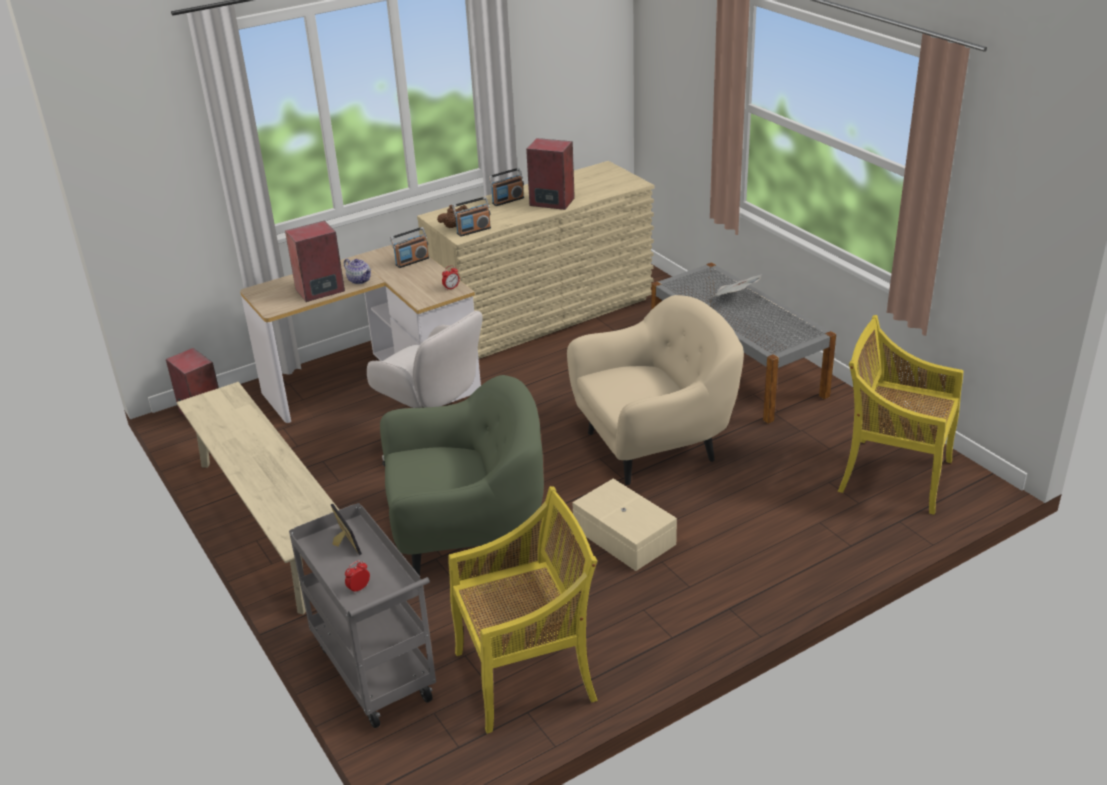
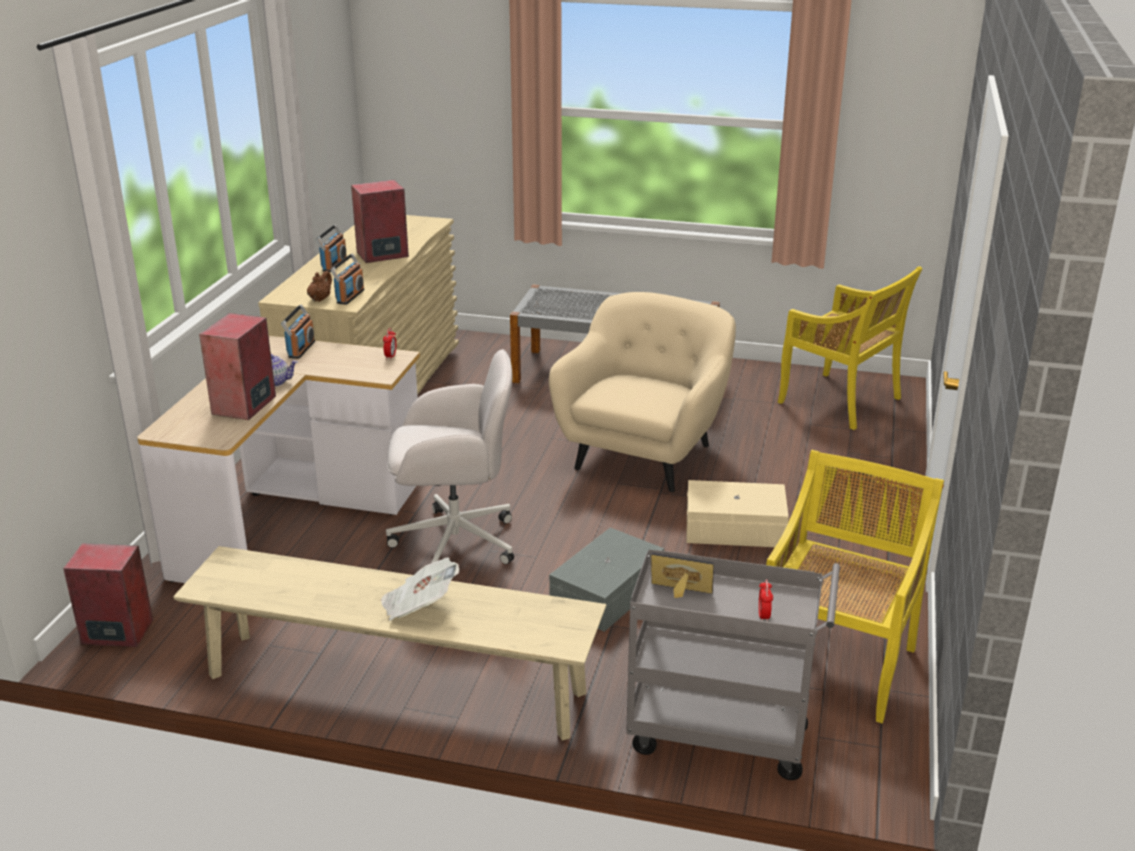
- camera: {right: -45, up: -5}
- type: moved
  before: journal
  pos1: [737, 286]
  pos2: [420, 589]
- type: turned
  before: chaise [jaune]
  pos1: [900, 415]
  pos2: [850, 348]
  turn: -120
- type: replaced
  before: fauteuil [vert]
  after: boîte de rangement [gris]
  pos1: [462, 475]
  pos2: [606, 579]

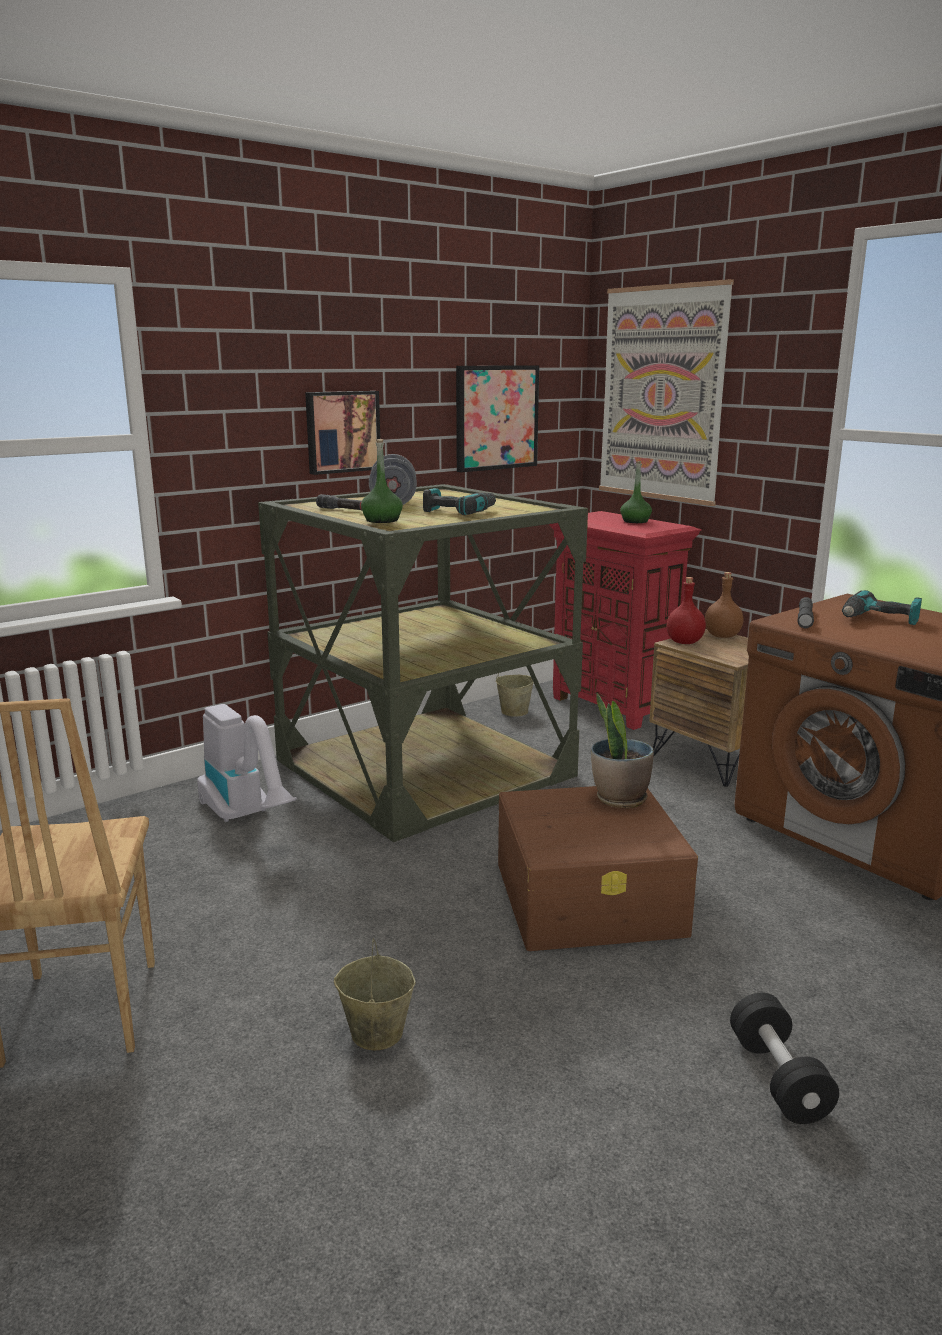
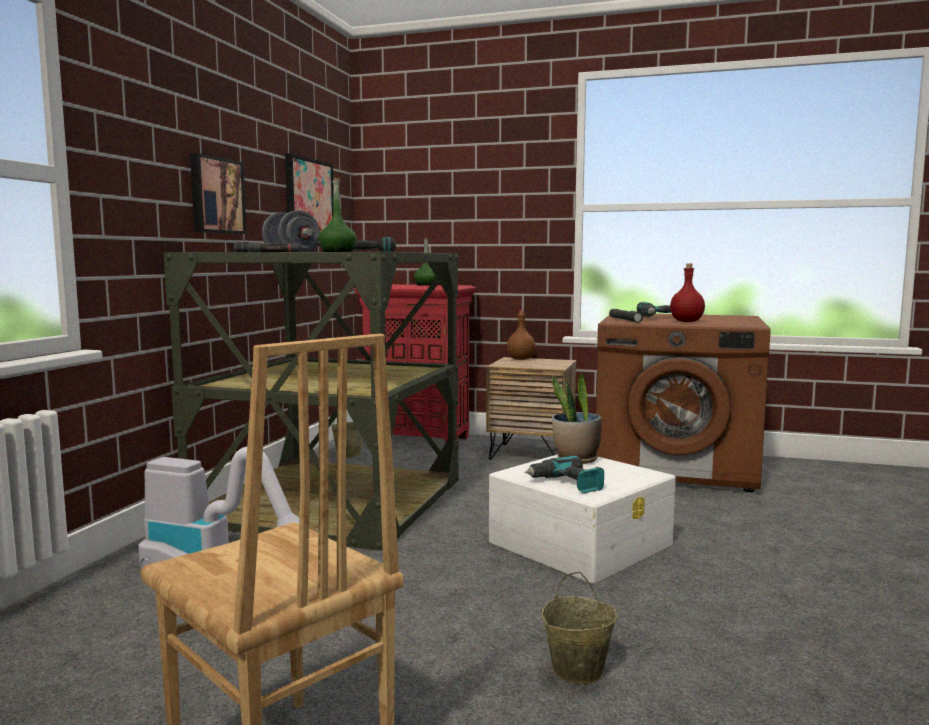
- camera: {right: -35, up: -10}
- type: removed
  before: tableau
  pos1: [666, 392]
- type: moved
  before: bouteille [rouge]
  pos1: [686, 610]
  pos2: [687, 292]
- type: recoloured
  before: boîte de rangement [marron]
  after: boîte de rangement [blanc]
  pos1: [598, 868]
  pos2: [582, 519]
- type: removed
  before: haltère [noir]
  pos1: [784, 1058]
- type: added
  after: perceuse
  pos2: [564, 474]

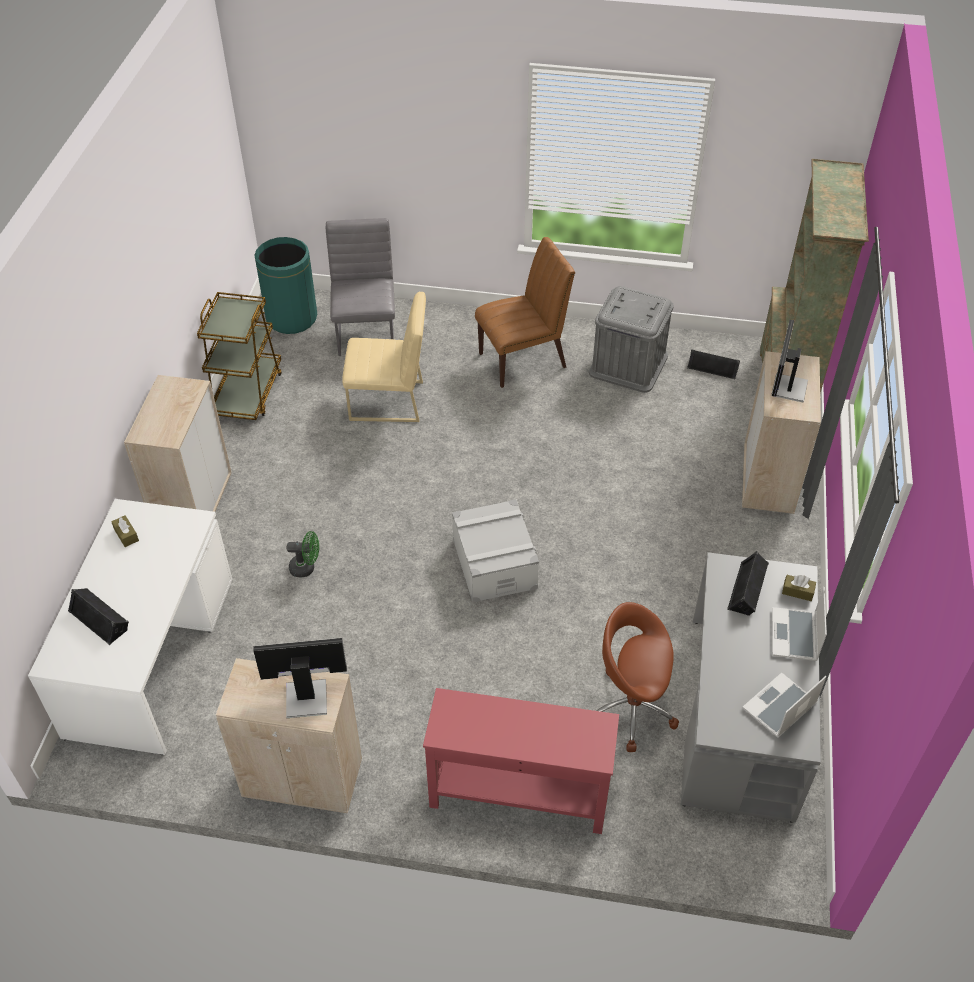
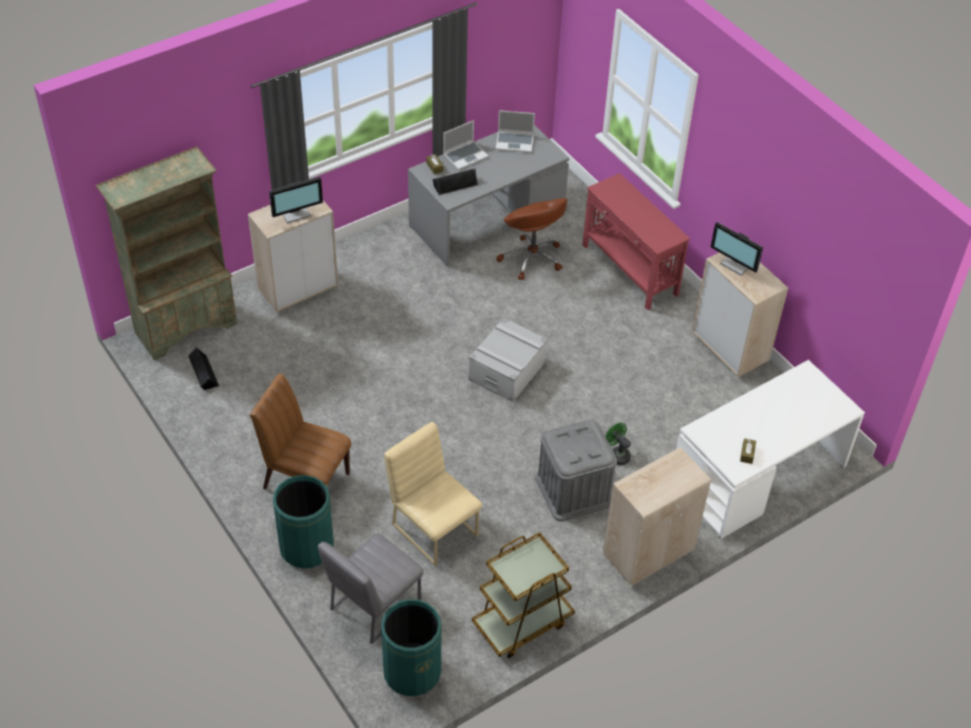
- camera: {right: -135, up: 0}
- type: moved
  before: boîte de rangement [gris]
  pos1: [631, 339]
  pos2: [576, 470]
- type: removed
  before: enceinte [noir]
  pos1: [98, 616]
- type: added
  after: poubelle [vert]
  pos2: [303, 521]

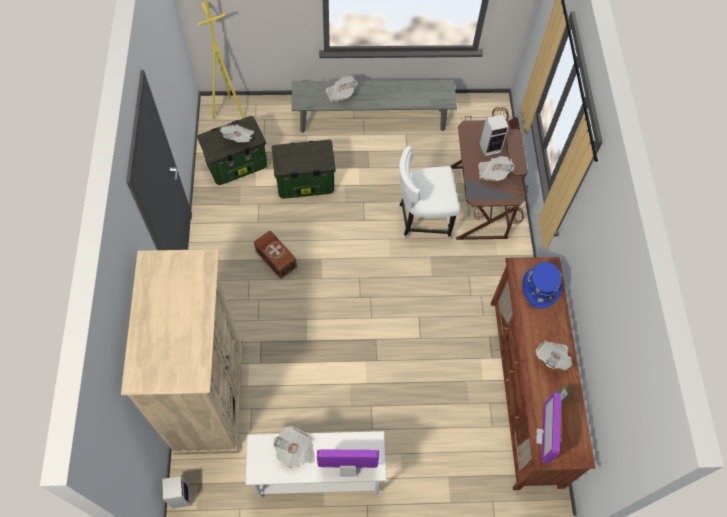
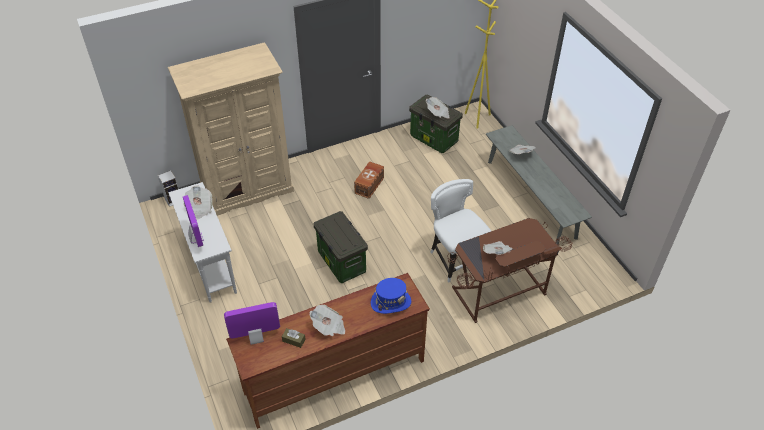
- camera: {right: 70, up: -15}
- type: removed
  before: enceinte
  pos1: [494, 135]
- type: moved
  before: boîte de rangement
  pos1: [303, 169]
  pos2: [340, 247]

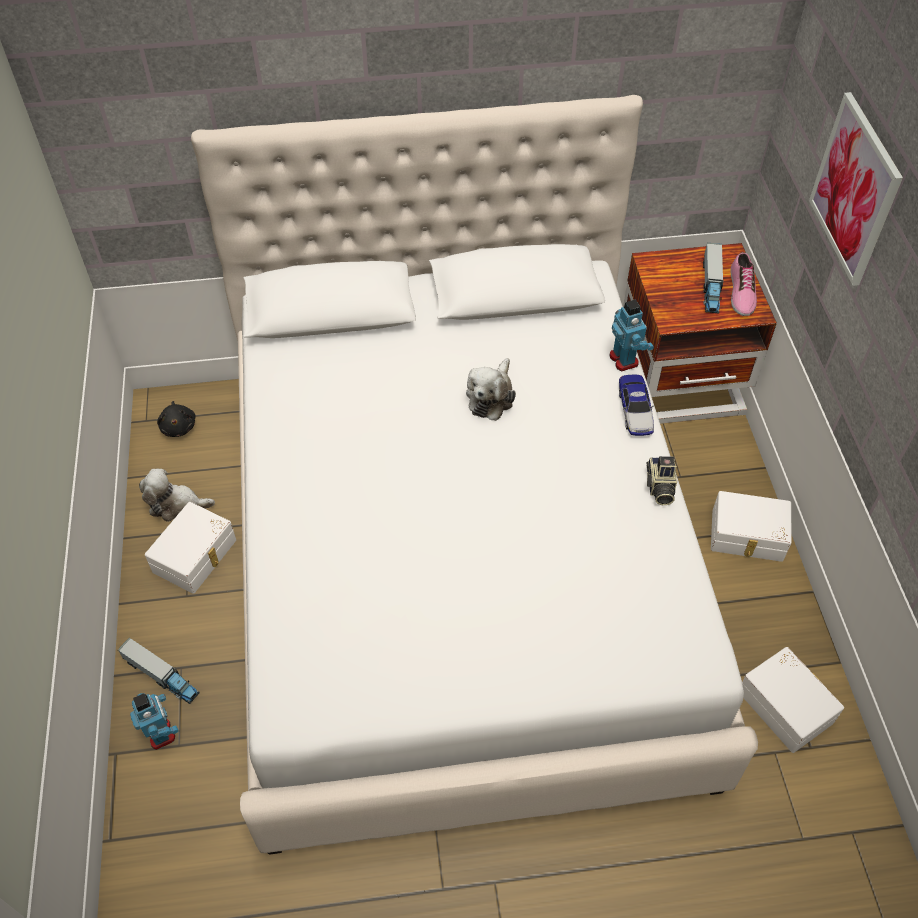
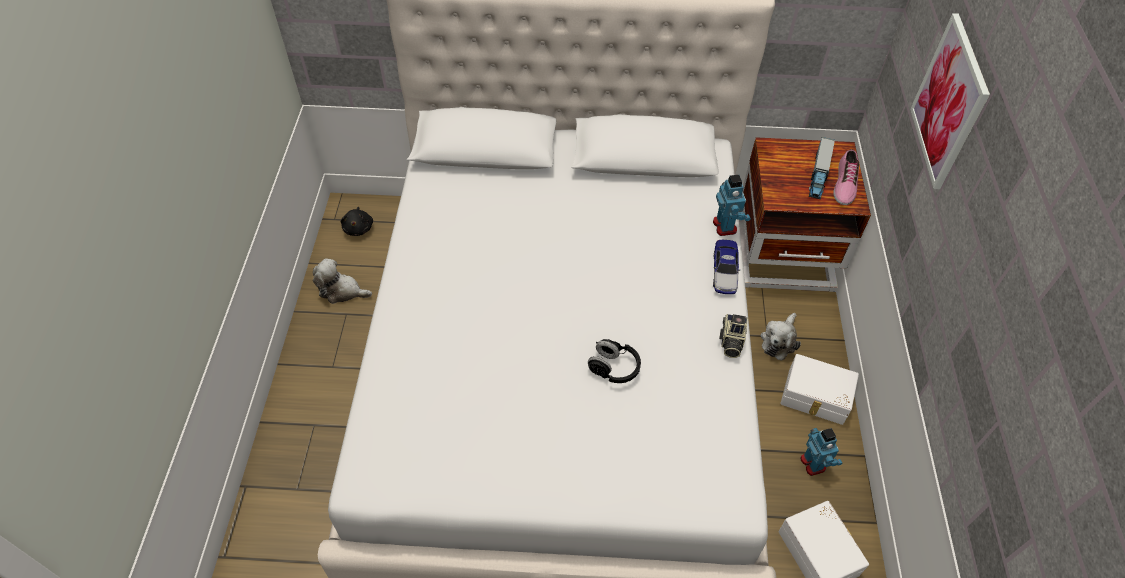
- camera: {right: 10, up: 0}
- type: moved
  before: peluche
  pos1: [491, 389]
  pos2: [780, 337]
- type: removed
  before: boîte de rangement [blanc]
  pos1: [190, 548]
- type: removed
  before: camion jouet
  pos1: [159, 670]
- type: moved
  before: robot jouet
  pos1: [154, 721]
  pos2: [821, 452]
- type: added
  after: casque audio [noir]
  pos2: [614, 361]

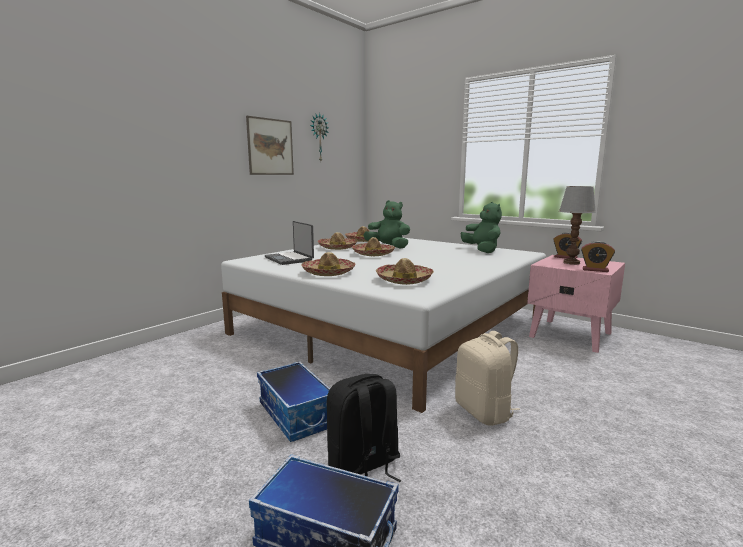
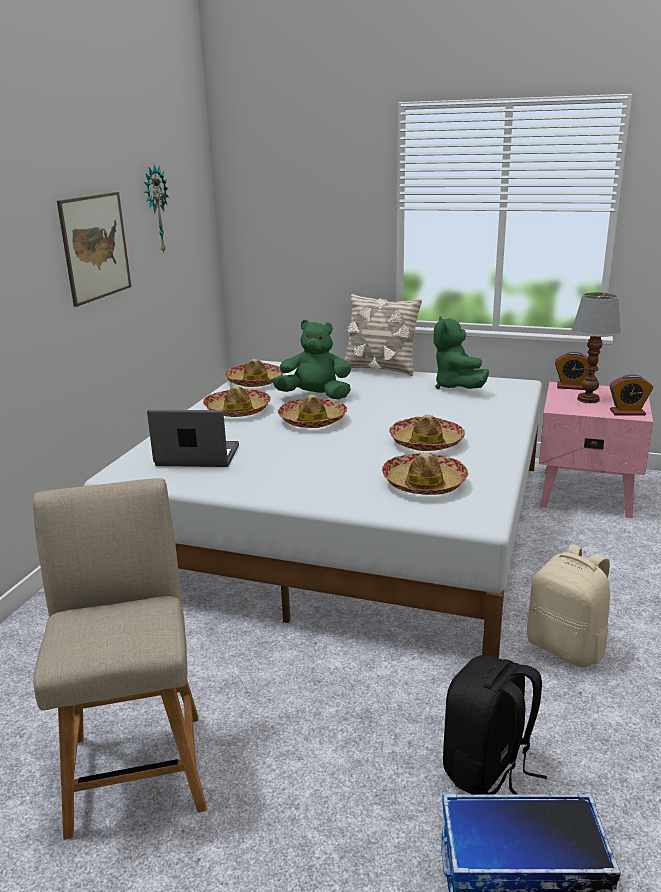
- camera: {right: -20, up: 10}
- type: turned
  before: peluche [vert]
  pos1: [481, 227]
  pos2: [461, 352]
  turn: -150
- type: turned
  before: ordinateur portable
  pos1: [289, 243]
  pos2: [193, 438]
  turn: 150
- type: moved
  before: chapeau
  pos1: [328, 264]
  pos2: [427, 432]
- type: removed
  before: boîte de rangement
  pos1: [293, 401]
- type: added
  after: coussin [beige]
  pos2: [383, 335]
- type: added
  after: chaise [beige]
  pos2: [120, 659]

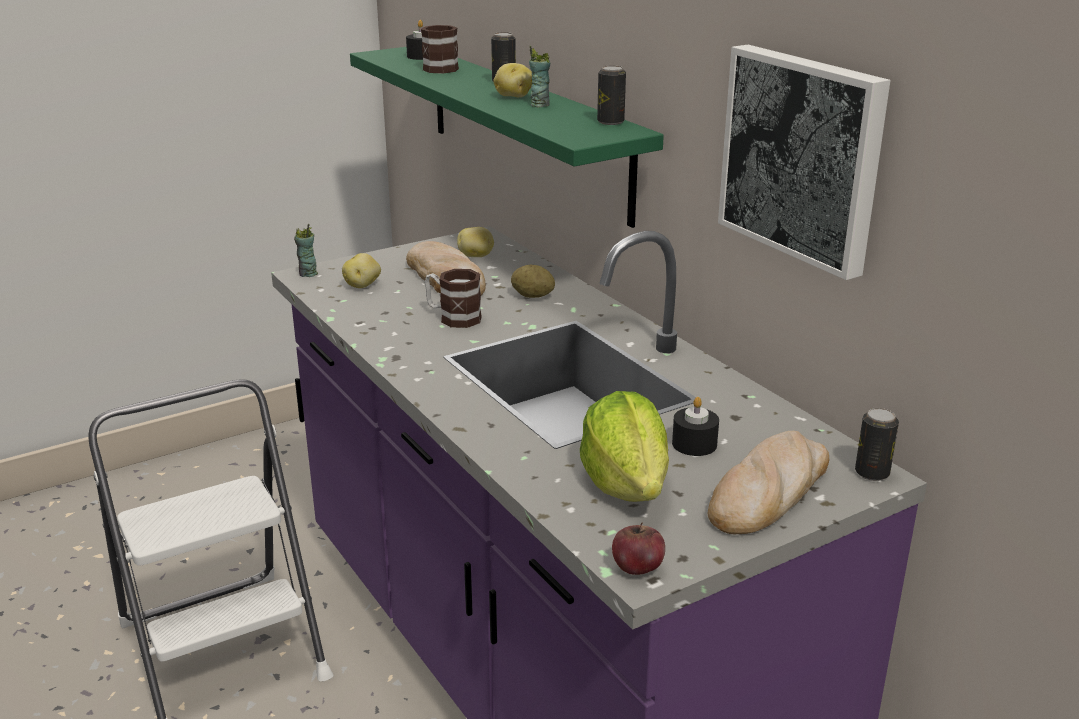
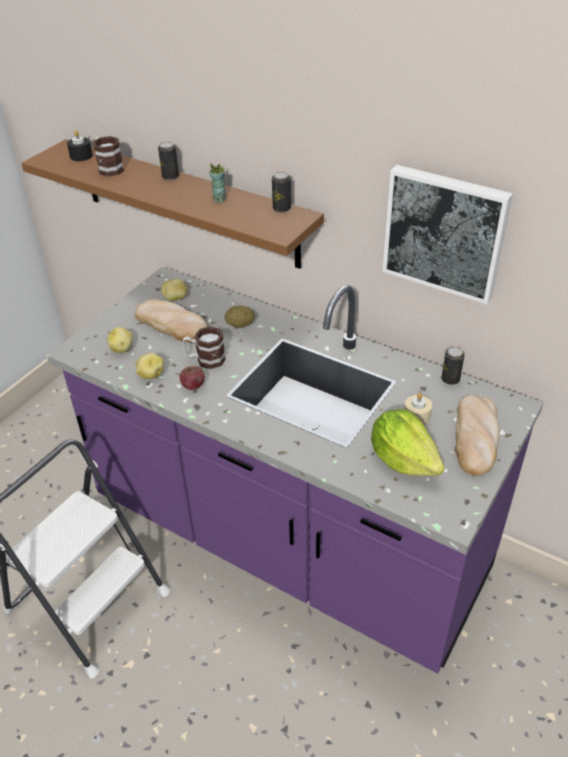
- camera: {right: -25, up: 15}
- type: recoloured
  before: étagère [vert]
  after: étagère [marron]
  pos1: [507, 137]
  pos2: [172, 204]
- type: moved
  before: pomme de terre
  pos1: [512, 80]
  pos2: [150, 366]
- type: removed
  before: tasse
  pos1: [306, 250]
- type: recoloured
  before: bougie [noir]
  after: bougie [beige]
  pos1: [695, 426]
  pos2: [418, 409]
- type: moved
  before: boîte métallique
  pos1: [877, 444]
  pos2: [453, 366]
- type: moved
  before: pomme
  pos1: [638, 548]
  pos2: [192, 378]

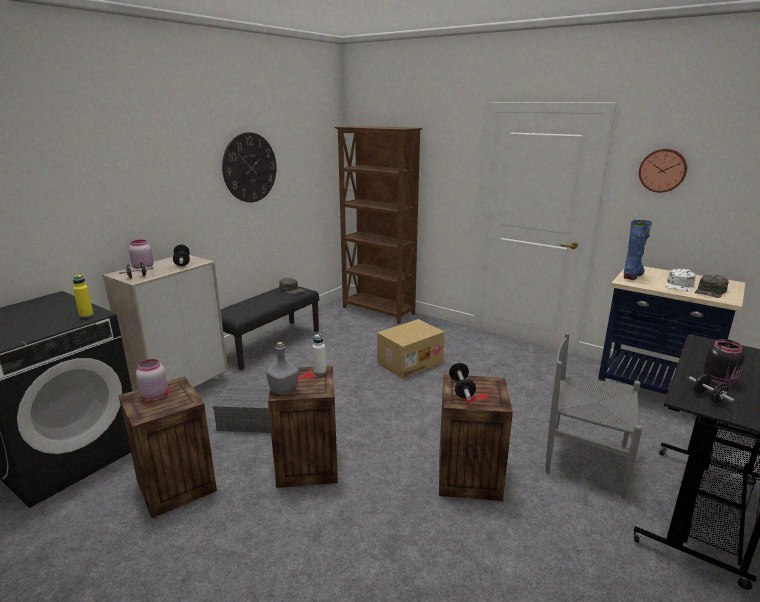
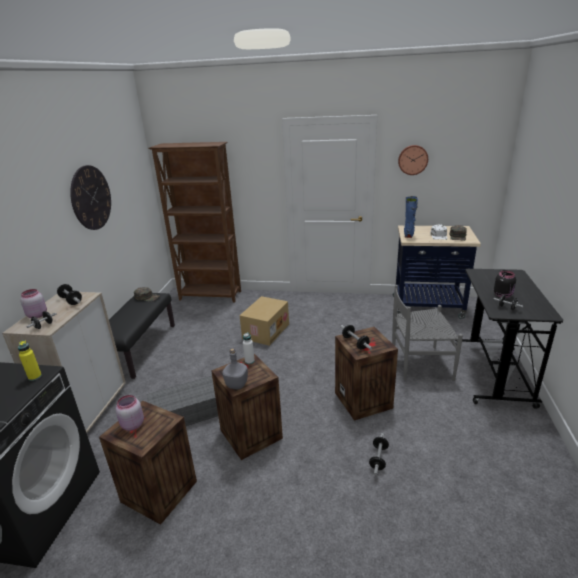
- camera: {right: -25, up: 5}
- type: added
  after: haltère
  pos2: [379, 454]

